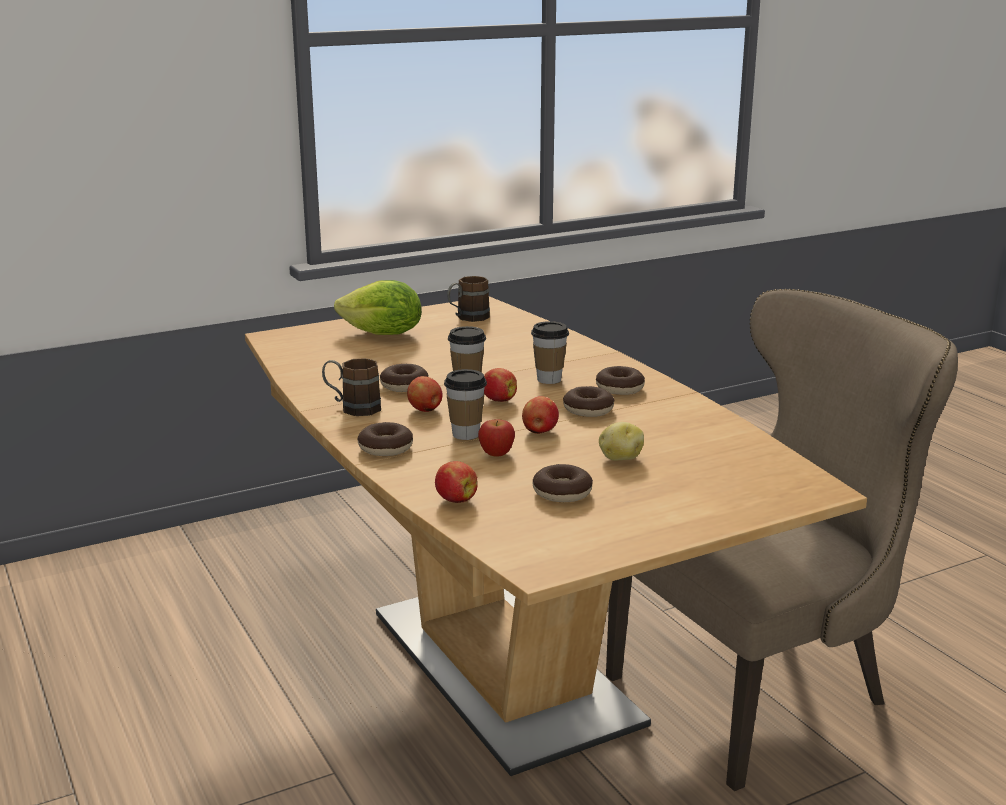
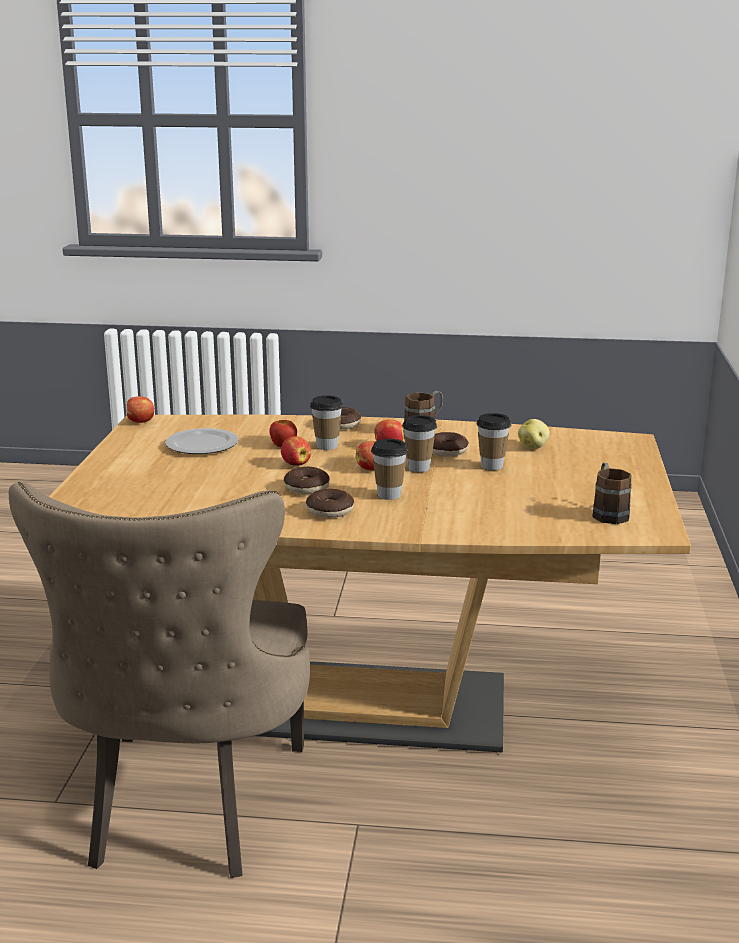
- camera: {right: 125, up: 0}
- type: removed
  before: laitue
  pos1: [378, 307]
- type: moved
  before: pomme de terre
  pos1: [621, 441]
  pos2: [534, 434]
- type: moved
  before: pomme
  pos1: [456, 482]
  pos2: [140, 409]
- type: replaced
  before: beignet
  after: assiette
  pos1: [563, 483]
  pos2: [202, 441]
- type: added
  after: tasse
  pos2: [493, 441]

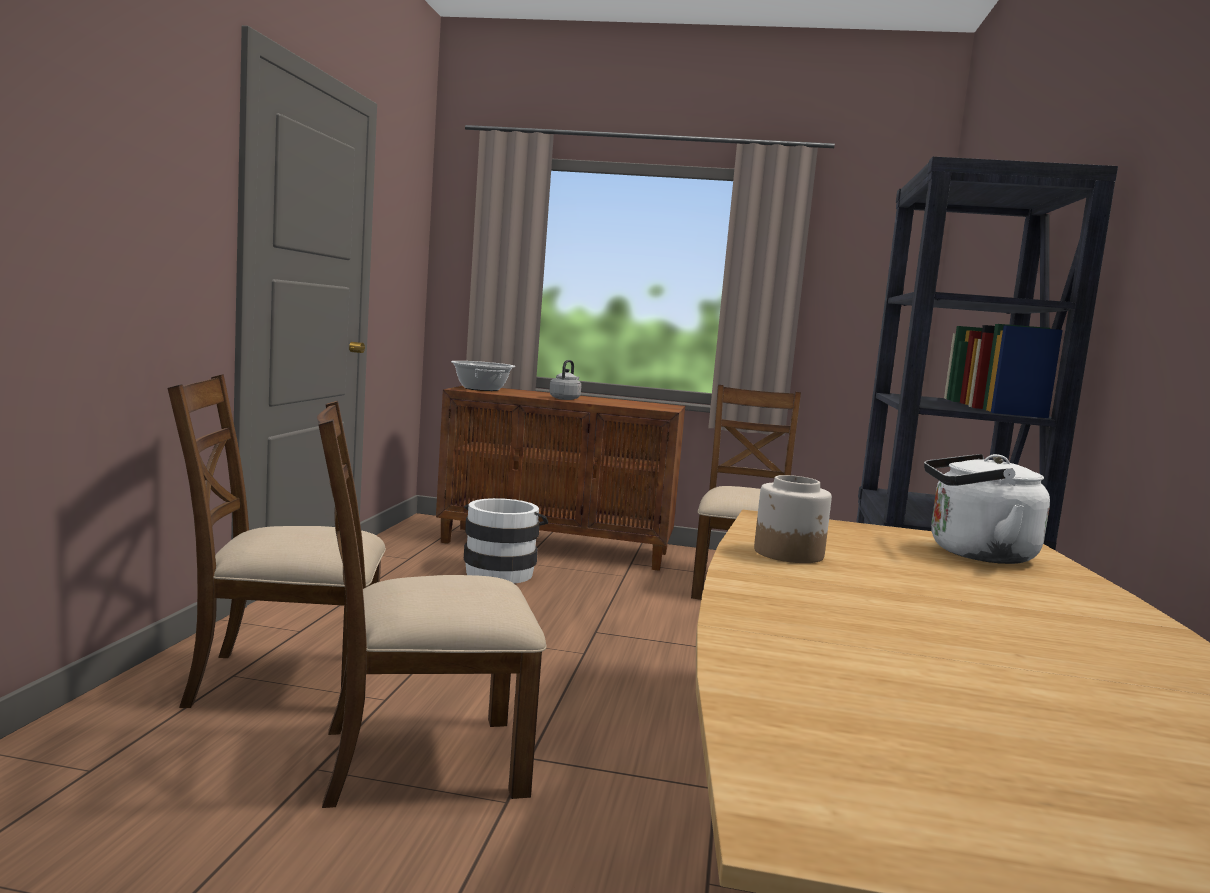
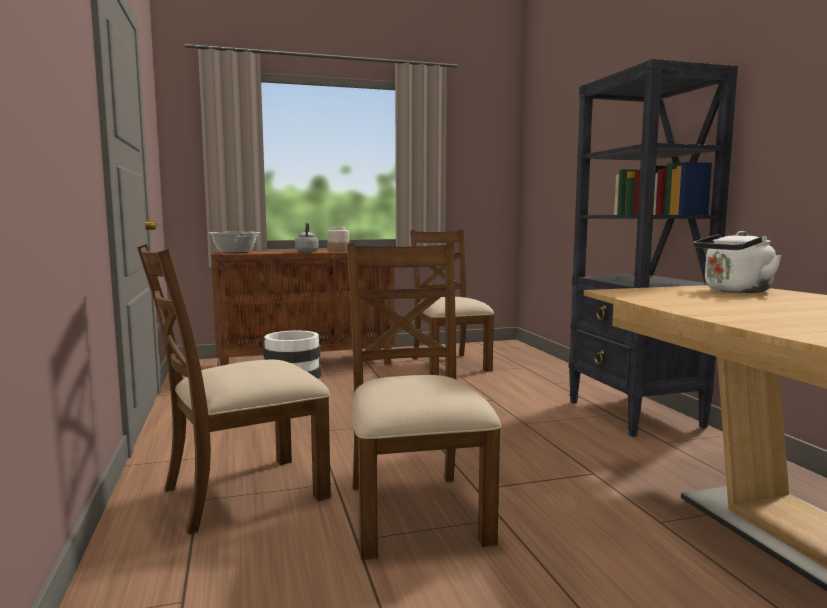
- camera: {right: -25, up: 0}
- type: turned
  before: chaise [marron]
  pos1: [432, 604]
  pos2: [424, 401]
  turn: 120
- type: moved
  before: bocal
  pos1: [793, 519]
  pos2: [338, 239]

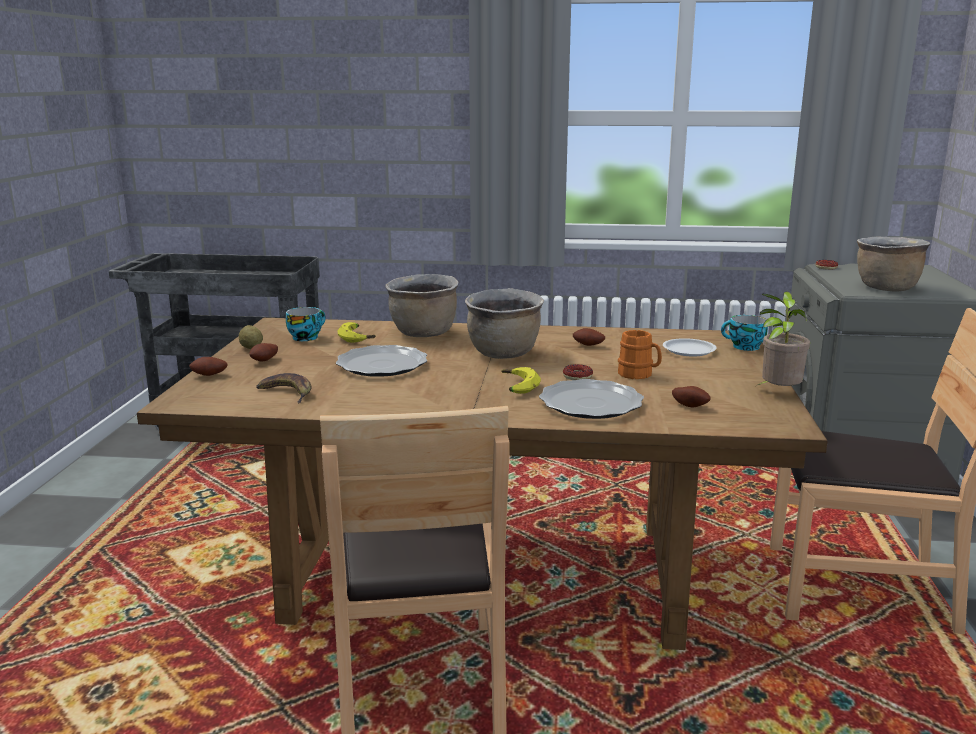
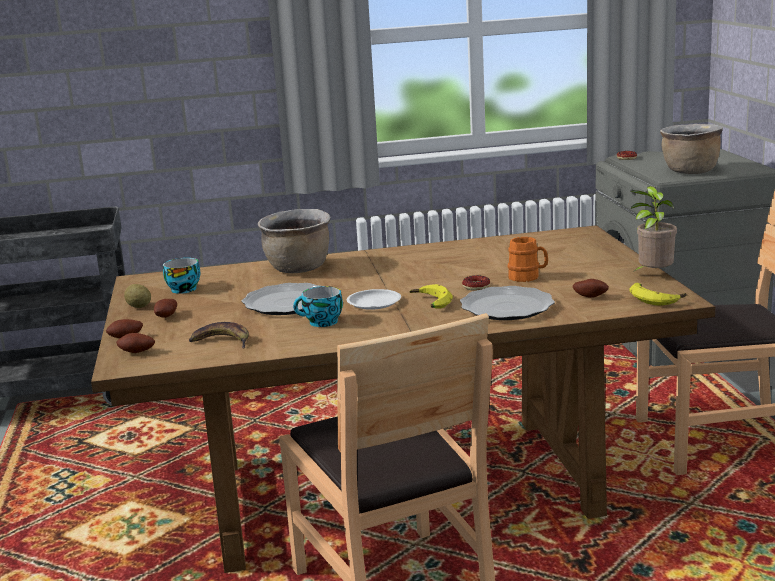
- camera: {right: -15, up: 0}
- type: removed
  before: marmite [marron]
  pos1: [504, 323]
- type: moved
  before: tasse
  pos1: [744, 333]
  pos2: [318, 306]
- type: moved
  before: banane
  pos1: [356, 332]
  pos2: [657, 294]
- type: moved
  before: pomme de terre
  pos1: [589, 337]
  pos2: [135, 343]
- type: moved
  before: assiette [blanc]
  pos1: [689, 347]
  pos2: [374, 299]

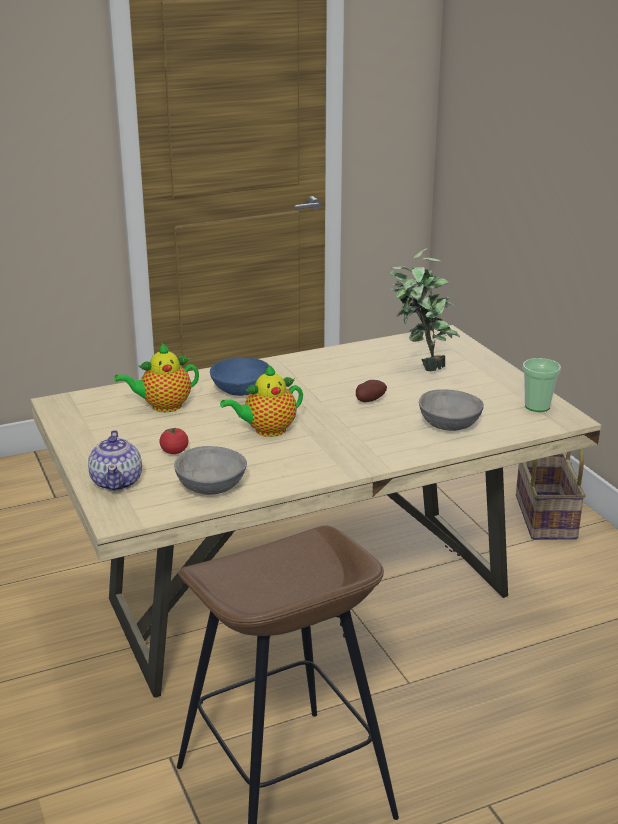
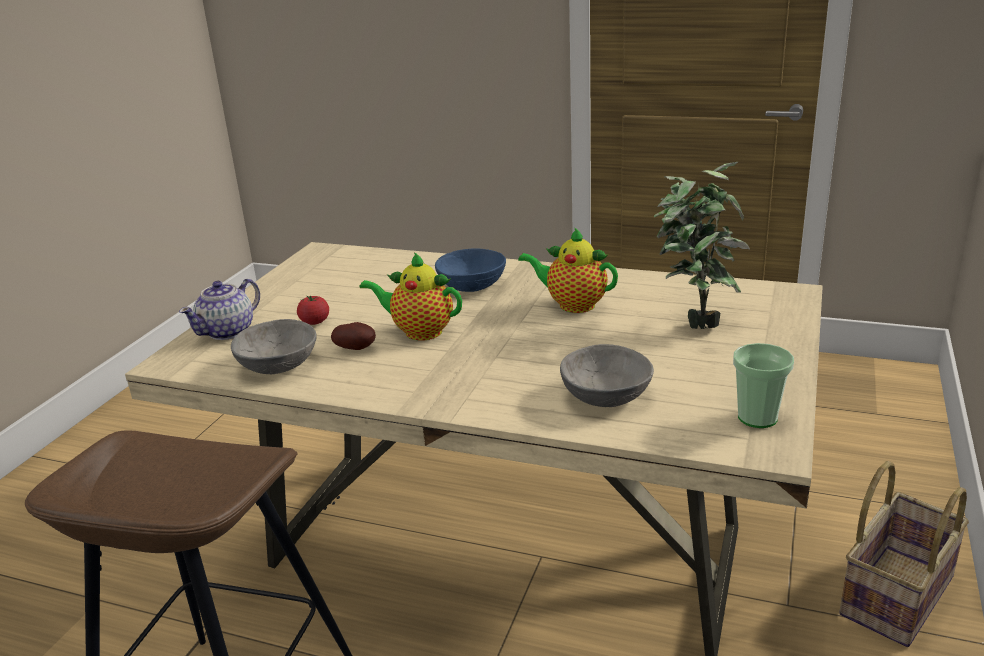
- camera: {right: 45, up: 0}
- type: moved
  before: théière
  pos1: [156, 377]
  pos2: [568, 270]
- type: moved
  before: pomme de terre
  pos1: [371, 391]
  pos2: [353, 336]

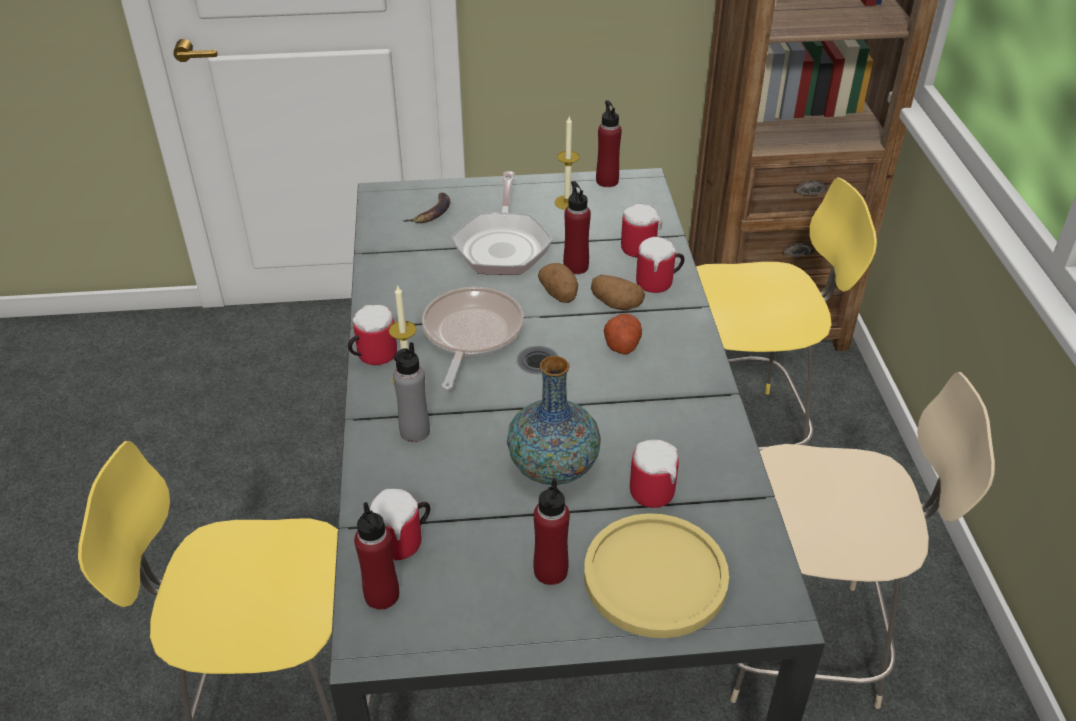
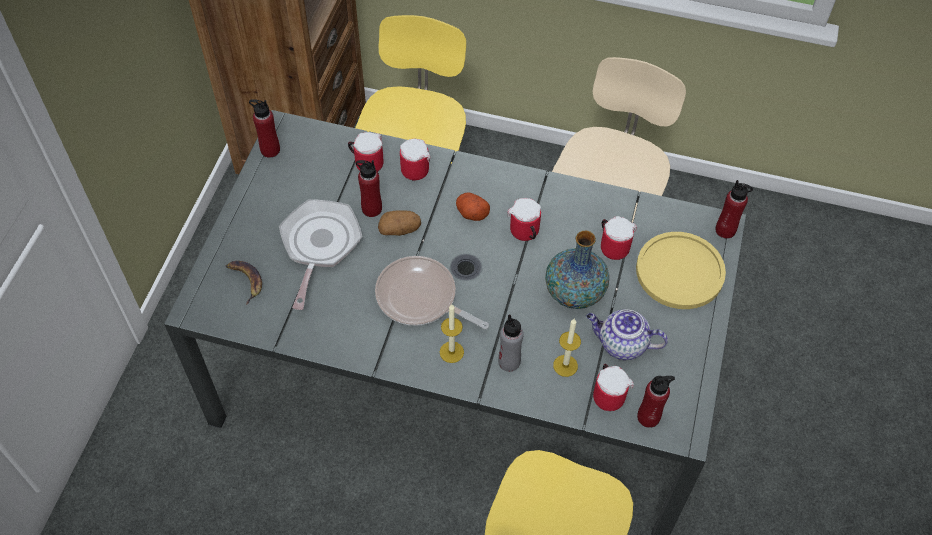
- camera: {right: -70, up: 15}
- type: moved
  before: bougie
  pos1: [567, 163]
  pos2: [567, 348]
- type: turned
  before: poêle
  pos1: [502, 223]
  pos2: [320, 254]
  turn: -105
- type: removed
  before: pomme de terre
  pos1: [618, 292]
- type: moved
  before: mug
  pos1: [372, 334]
  pos2: [524, 219]
- type: moved
  before: bouteille [rouge]
  pos1: [552, 531]
  pos2: [734, 209]
- type: added
  after: théière
  pos2: [627, 334]

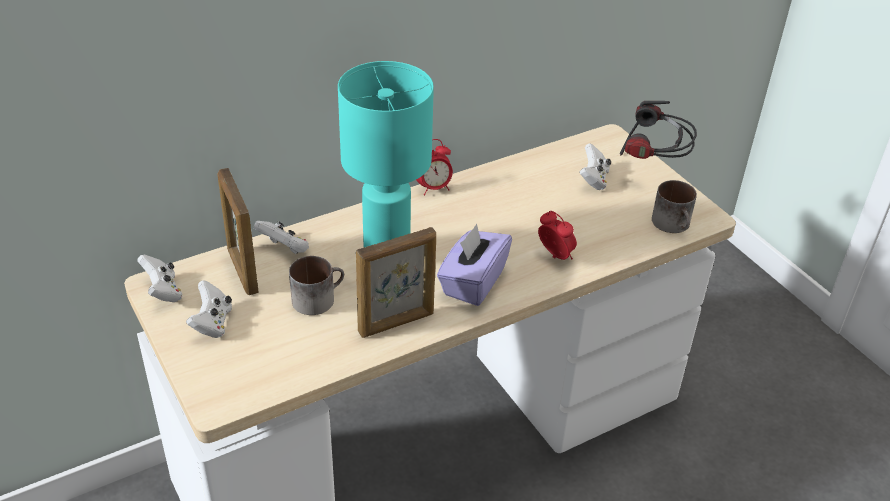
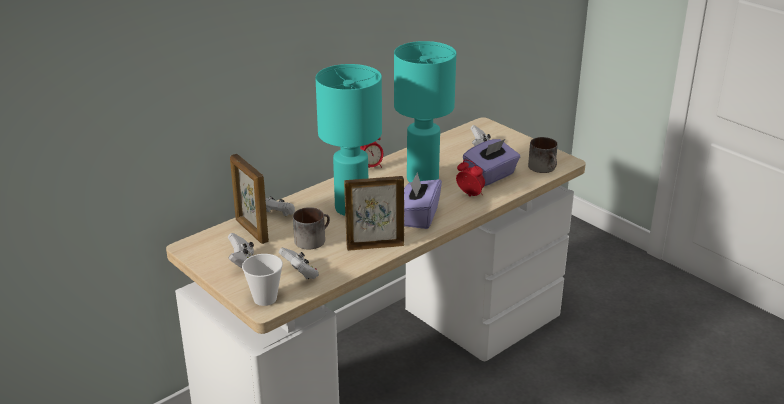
- camera: {right: -10, up: -10}
- type: removed
  before: casque audio
  pos1: [658, 130]
- type: turned
  before: cadre photo
  pos1: [396, 282]
  pos2: [374, 213]
  turn: -150
- type: moved
  before: manette [blanc]
  pos1: [159, 278]
  pos2: [299, 263]
- type: added
  after: lampe de table [turquoise]
  pos2: [425, 111]
- type: added
  after: boîte à mouchoirs [violet]
  pos2: [491, 162]
- type: added
  after: tasse
  pos2: [262, 280]

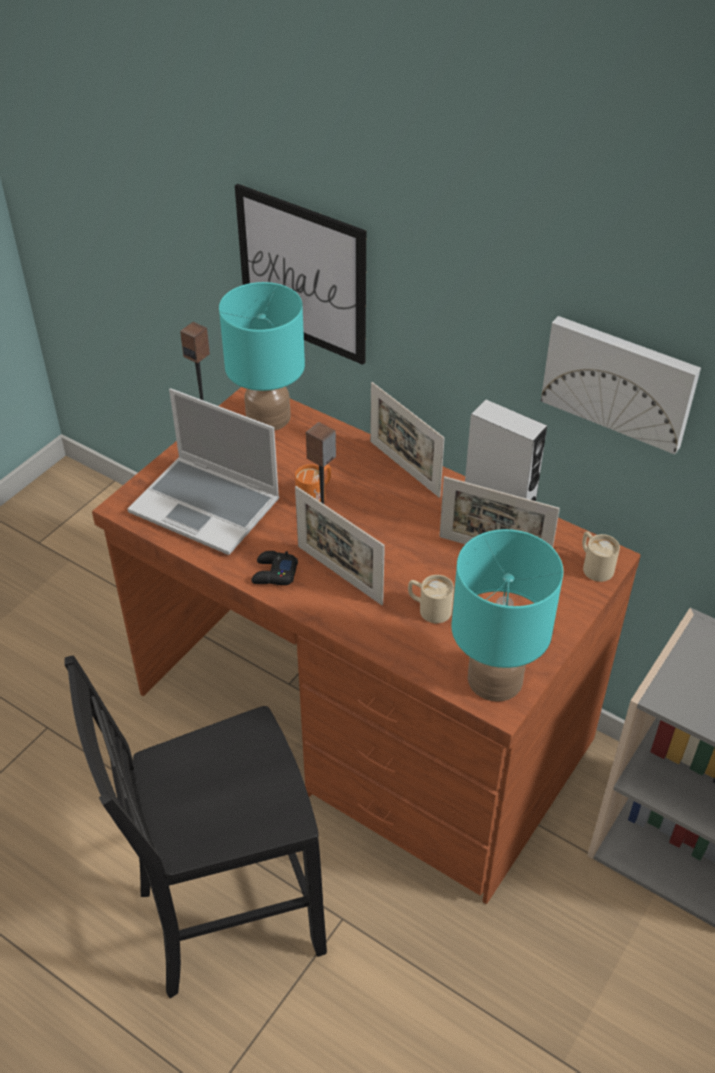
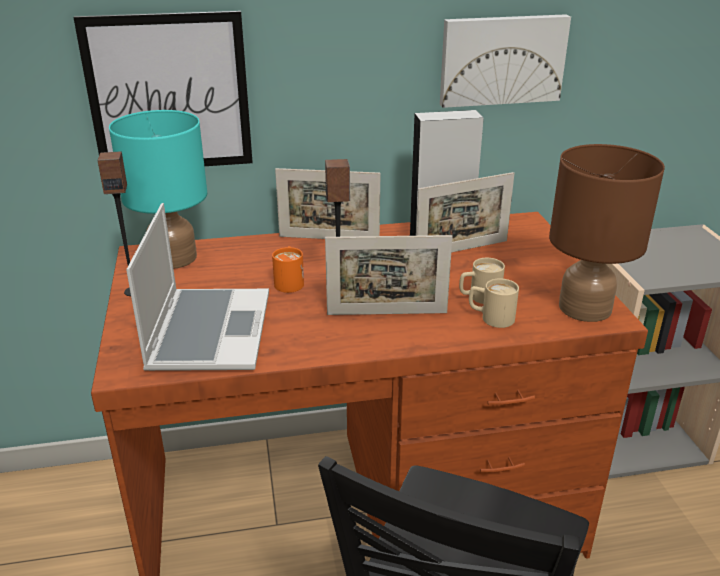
- camera: {right: -45, up: -15}
- type: turned
  before: ordinateur portable
  pos1: [203, 471]
  pos2: [197, 287]
  turn: -75
- type: recoloured
  before: lampe de table [turquoise]
  after: lampe de table [marron]
  pos1: [507, 615]
  pos2: [607, 233]
- type: moved
  before: mug [beige]
  pos1: [601, 556]
  pos2: [494, 303]
- type: removed
  before: manette [noir]
  pos1: [274, 568]

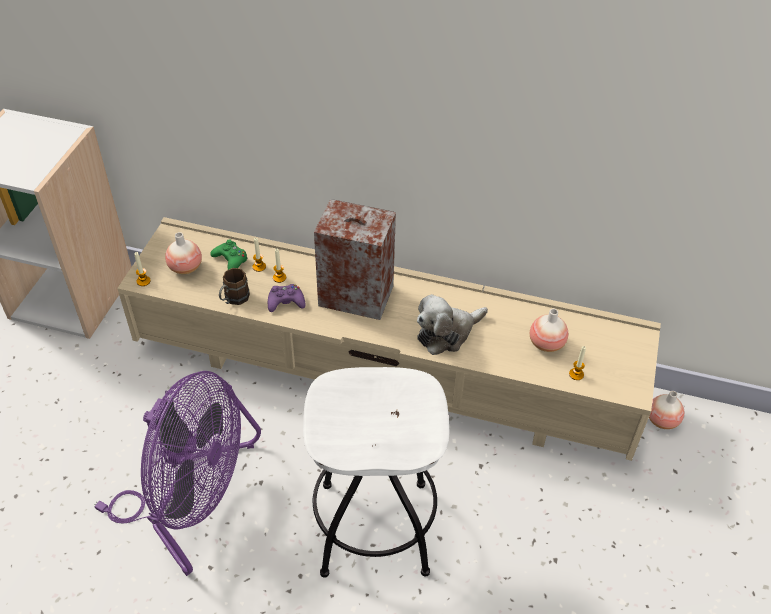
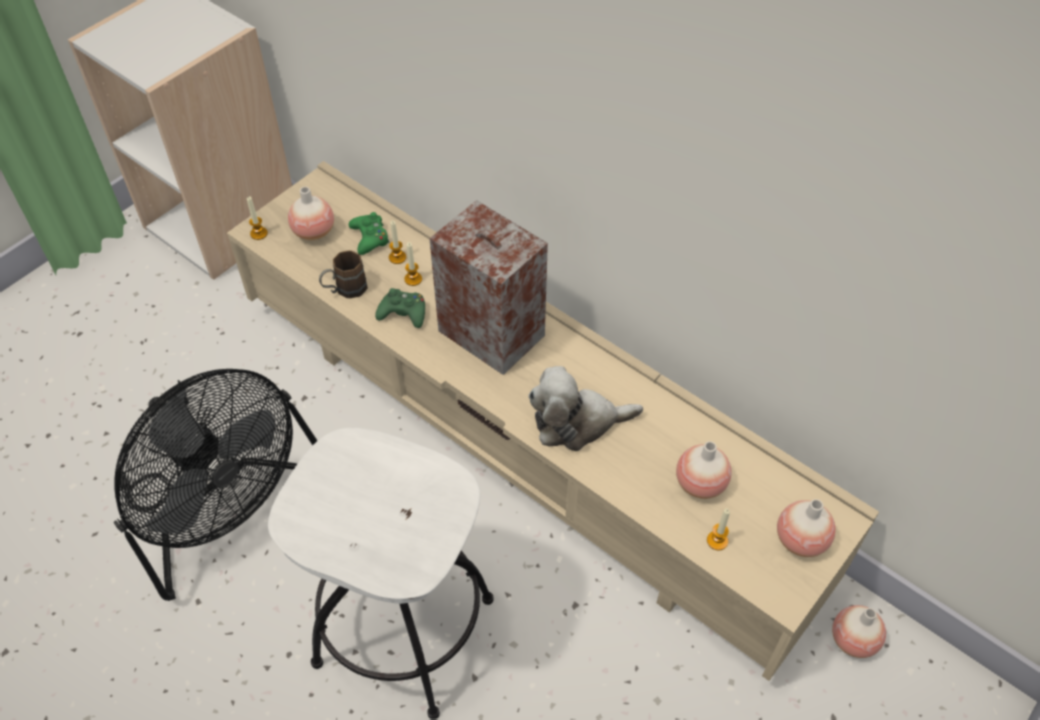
- camera: {right: 25, up: 5}
- type: recoloured
  before: manette [violet]
  after: manette [vert]
  pos1: [287, 298]
  pos2: [400, 308]
- type: recoloured
  before: ventilateur [violet]
  after: ventilateur [noir]
  pos1: [178, 473]
  pos2: [215, 485]
- type: added
  after: vase
  pos2: [806, 528]

